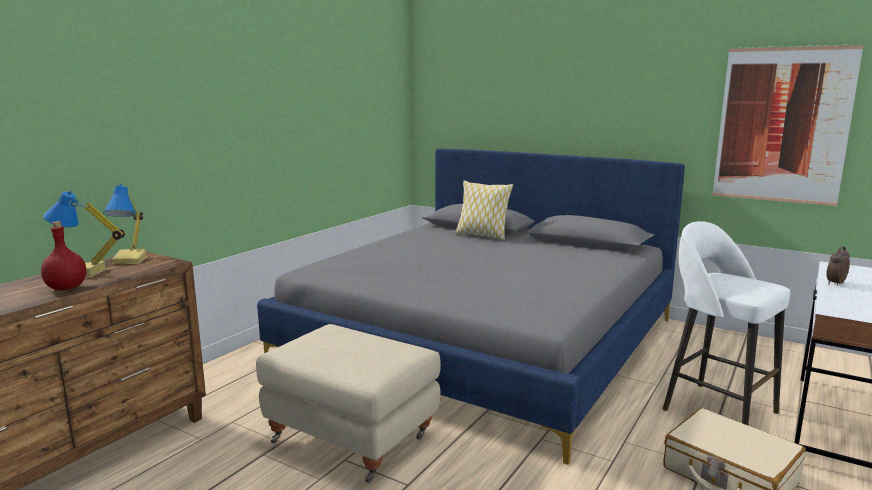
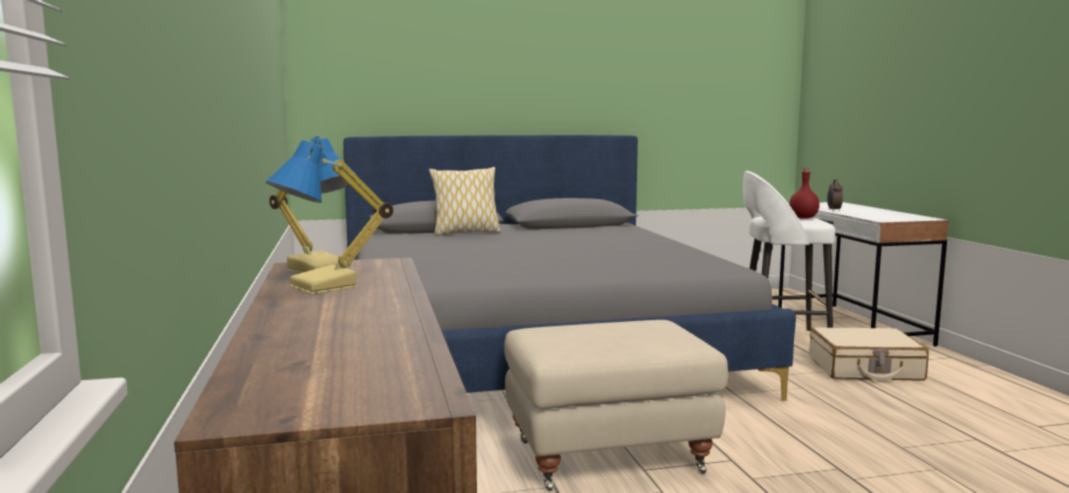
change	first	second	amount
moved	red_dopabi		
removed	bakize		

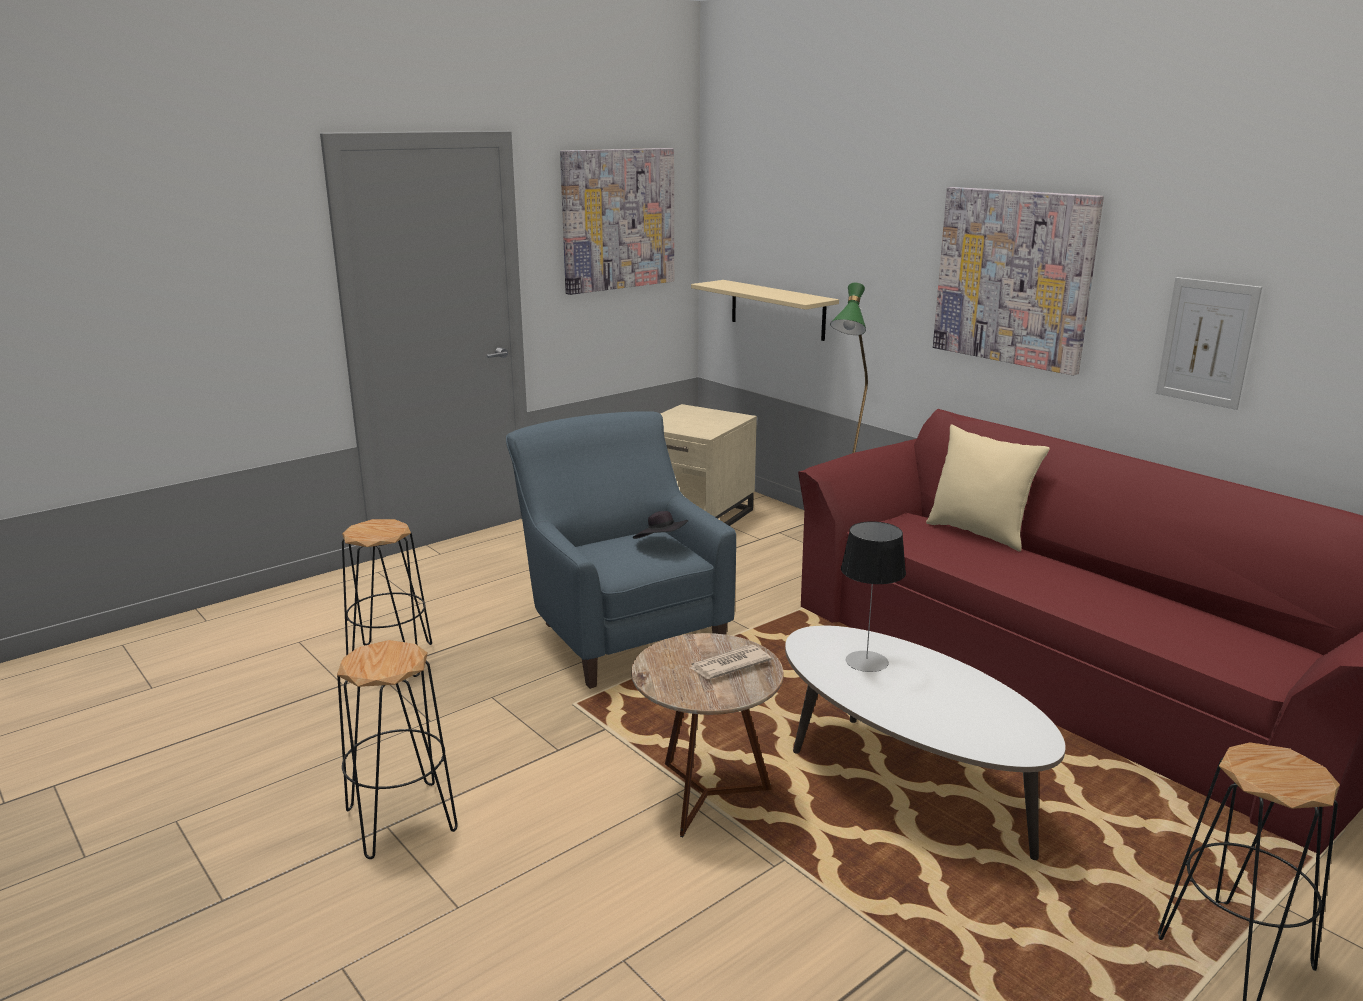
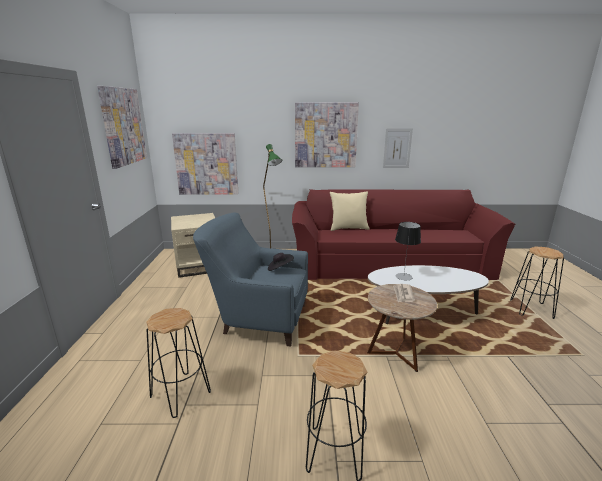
change	first	second	amount
replaced	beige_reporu	bakize (2nd from left)	

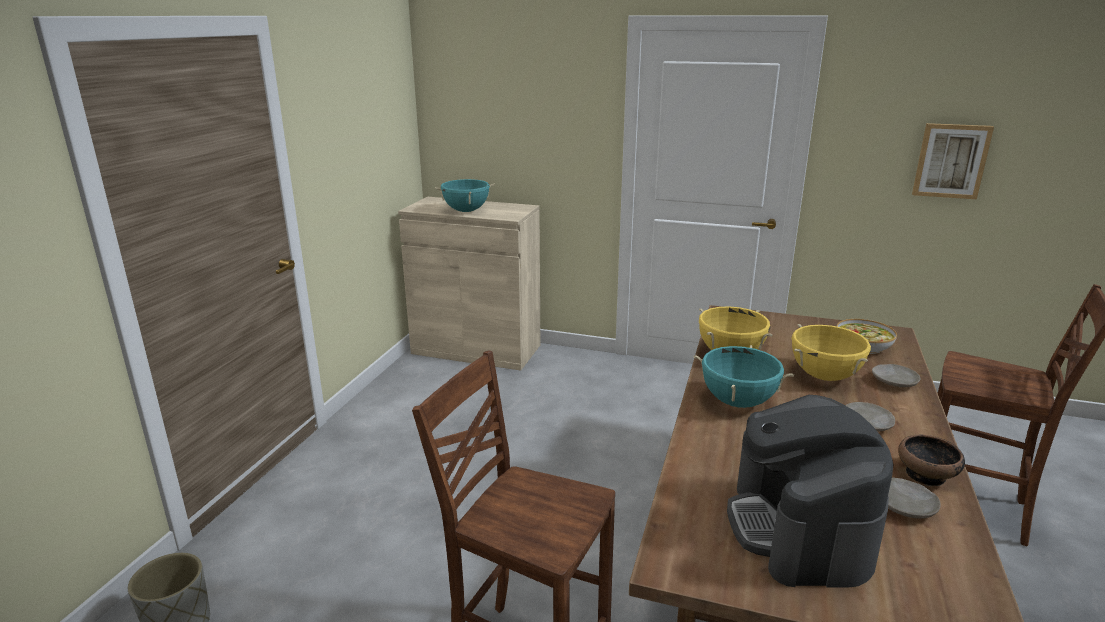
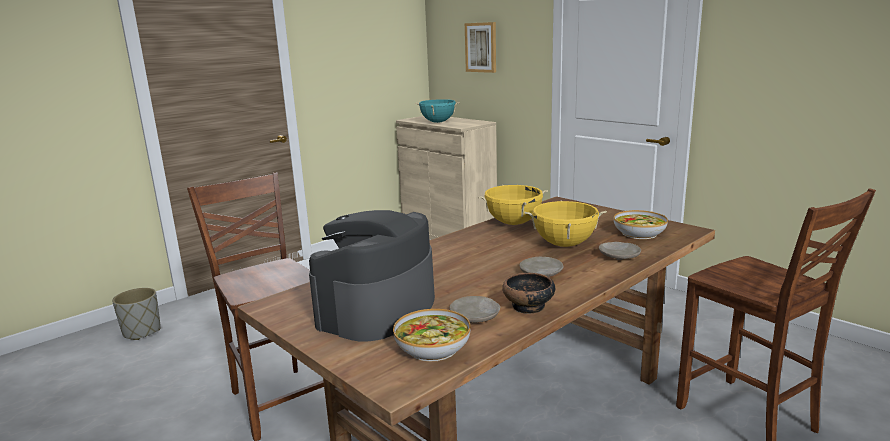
change	first	second	amount
removed	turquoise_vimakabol (2nd from left)		
moved	bakize		
added		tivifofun (1st from left)	

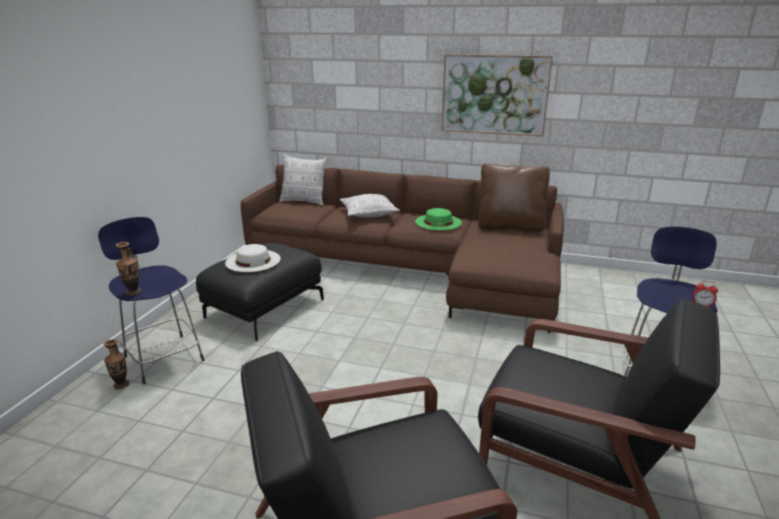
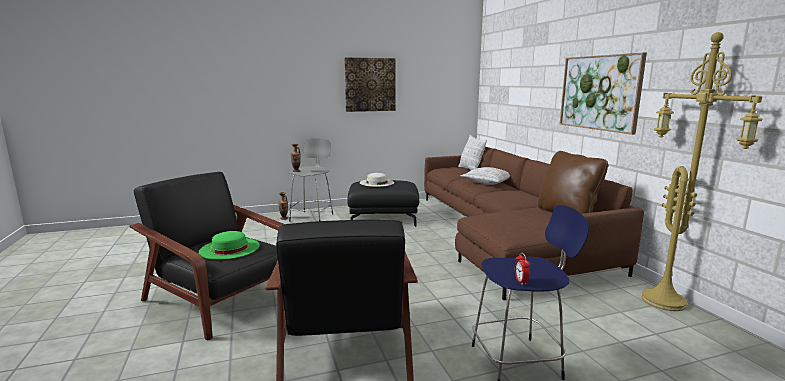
change	first	second	amount
recoloured	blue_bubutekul (1st from left)	grey_bubutekul	
moved	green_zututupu		
added		bakize (1st from left)	
added		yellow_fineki	

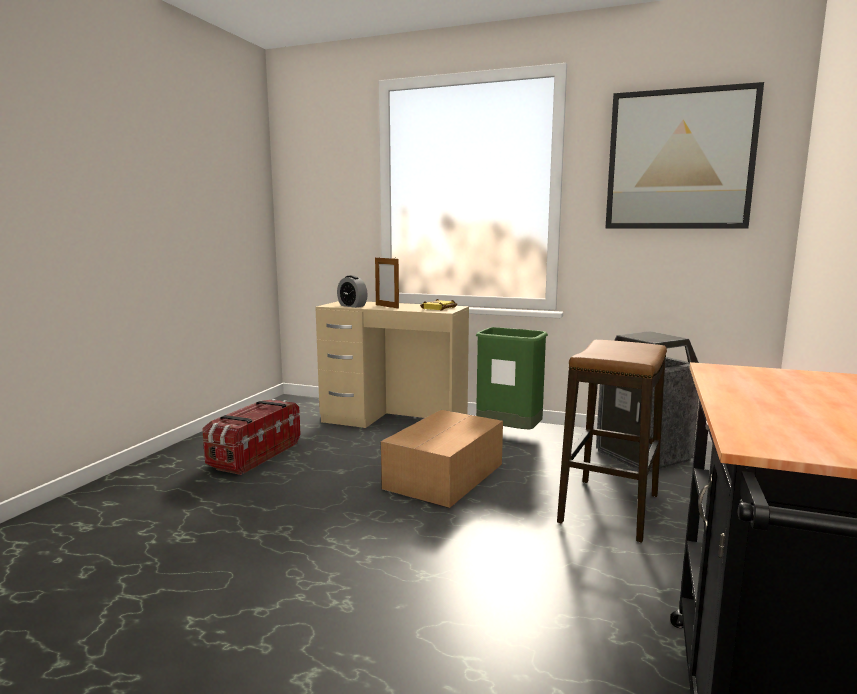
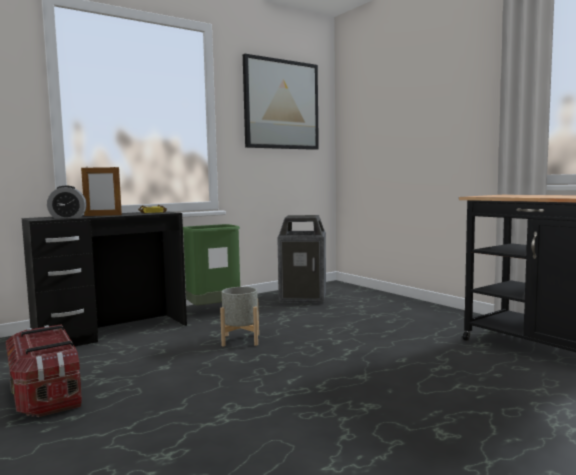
change	first	second	amount
recoloured	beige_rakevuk	black_rakevuk	
replaced	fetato	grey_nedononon	
removed	bubutekul		

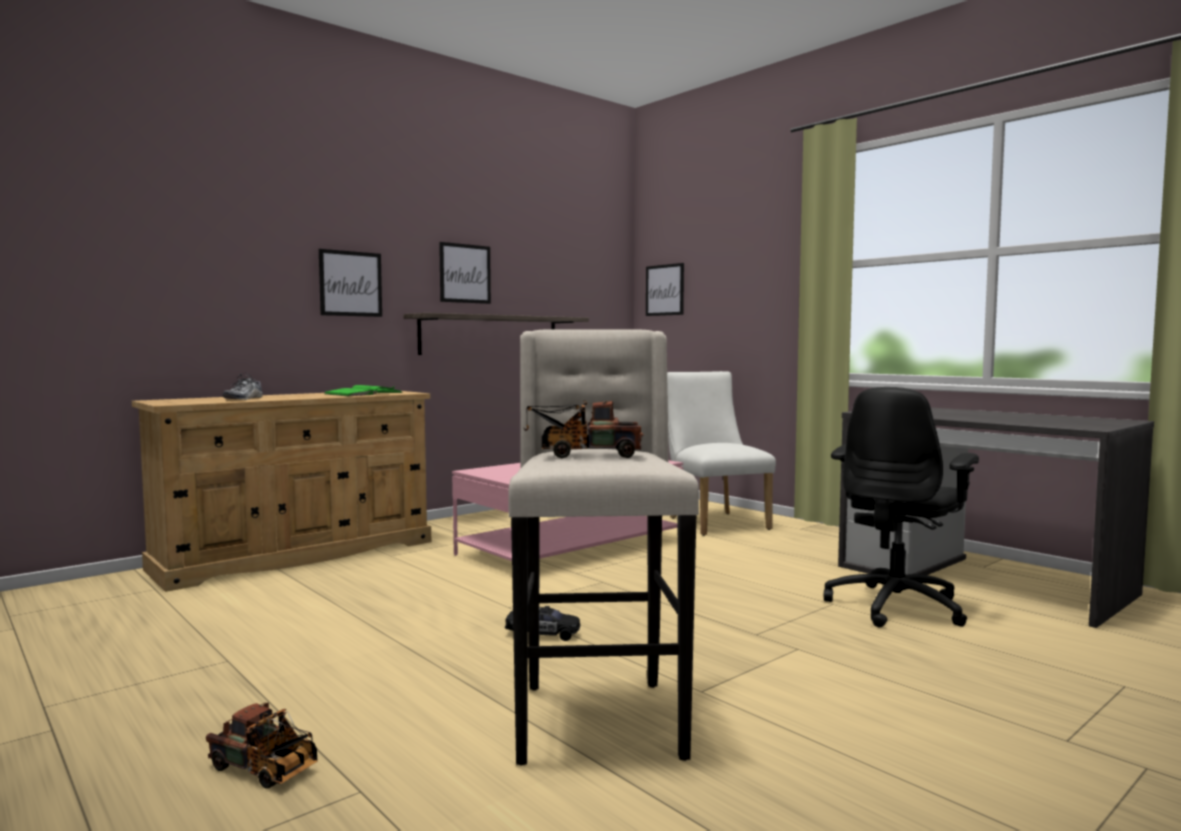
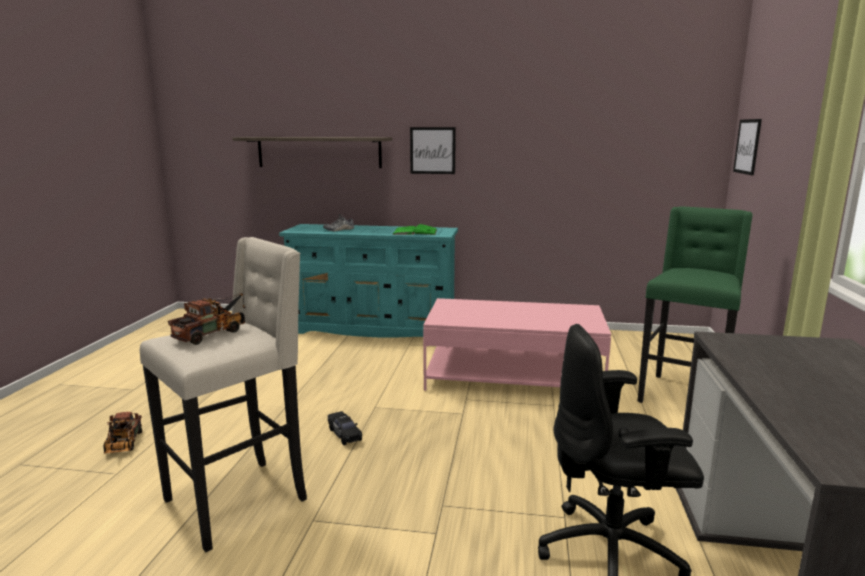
change	first	second	amount
recoloured	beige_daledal	turquoise_daledal	
moved	reporu		
removed	bakize (2nd from left)		
turned	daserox (2nd from left)		75 degrees clockwise
replaced	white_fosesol	green_bubutekul	

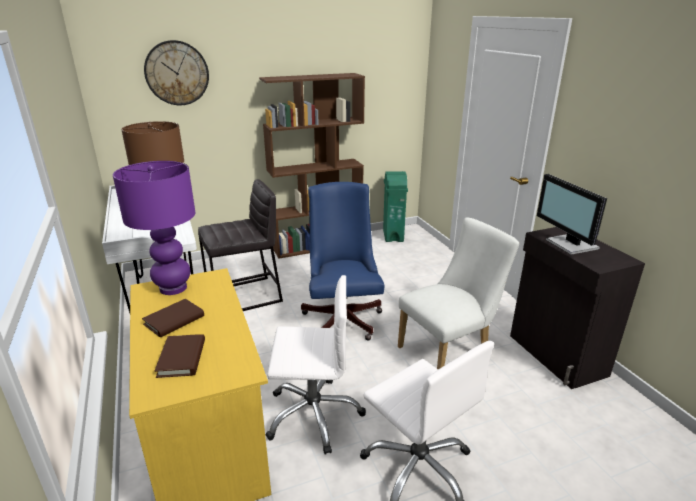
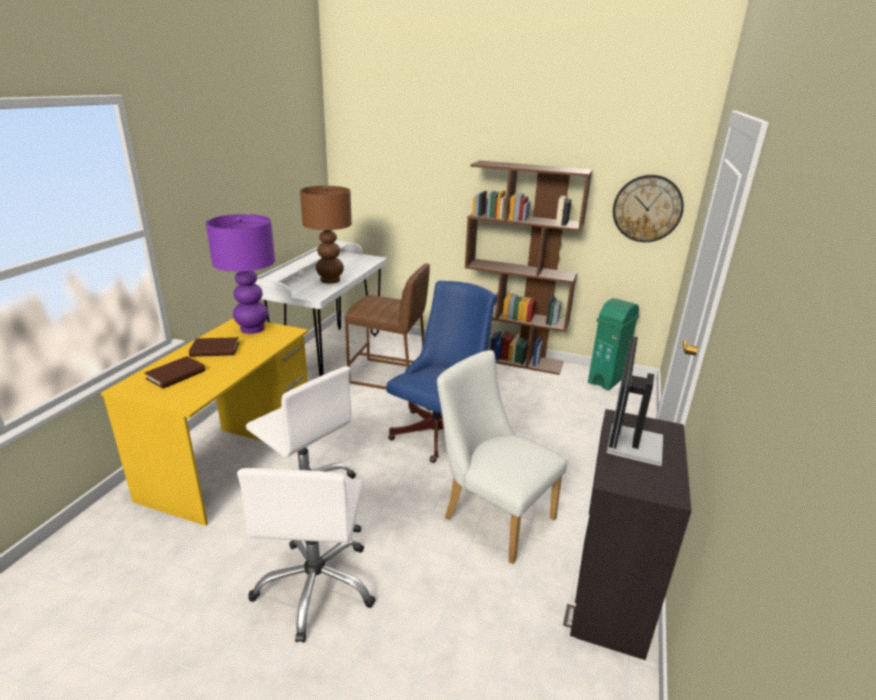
change	first	second	amount
moved	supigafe		
recoloured	grey_bubutekul	brown_bubutekul	
turned	white_fosesol		150 degrees counterclockwise

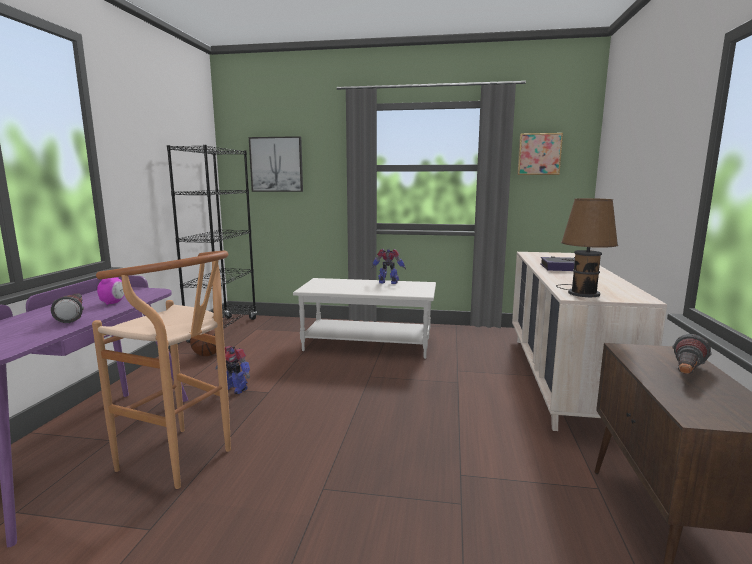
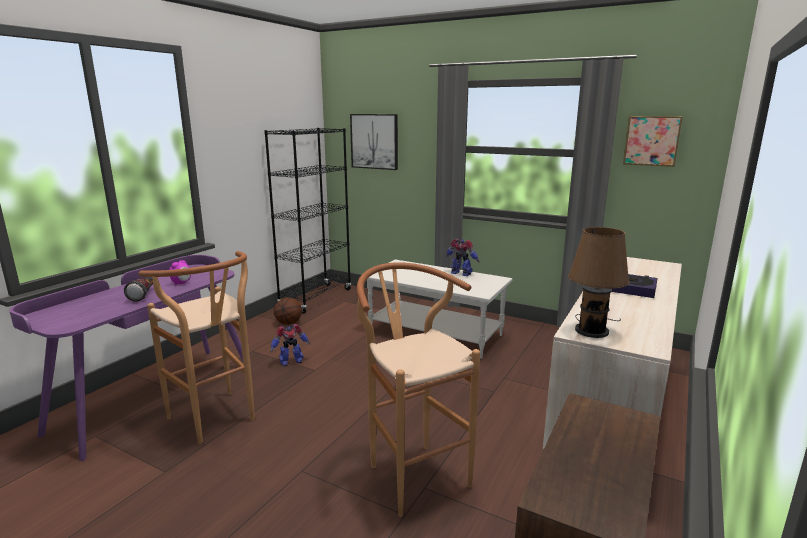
change	first	second	amount
turned	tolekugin (1st from left)		75 degrees counterclockwise
removed	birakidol (2nd from left)		
added		brown_bubutekul (2nd from left)	

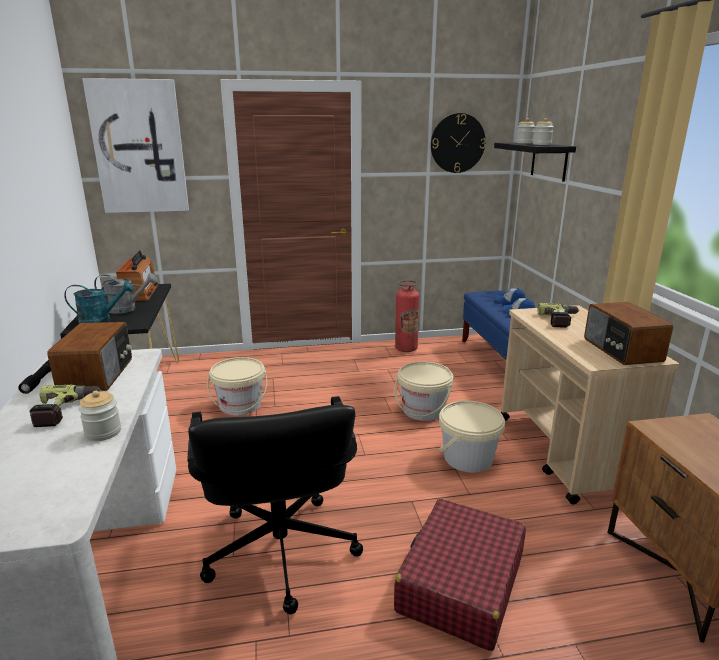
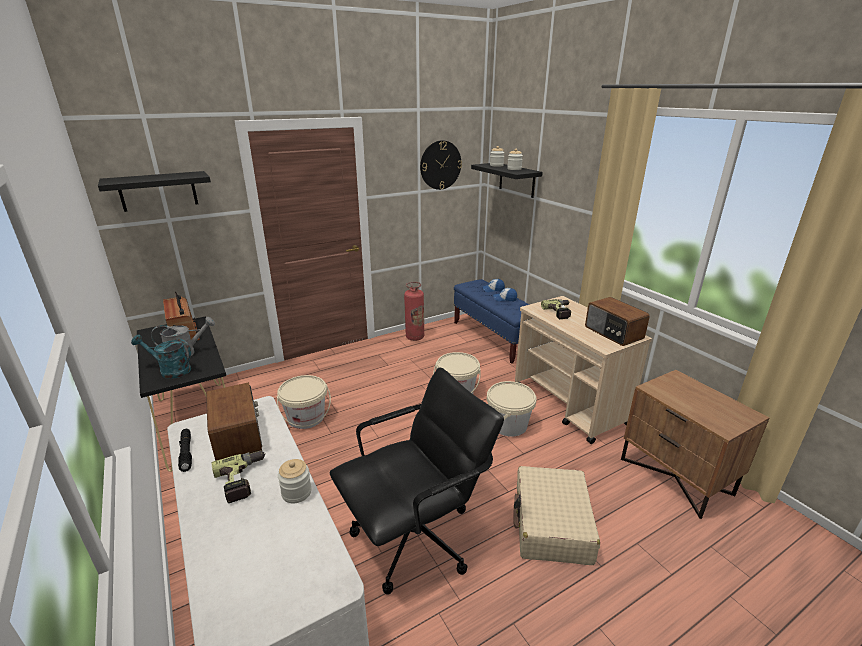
change	first	second	amount
turned	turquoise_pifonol		135 degrees counterclockwise
replaced	bakize	black_reporu (1st from left)	
turned	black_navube		90 degrees counterclockwise
recoloured	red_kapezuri	beige_kapezuri	

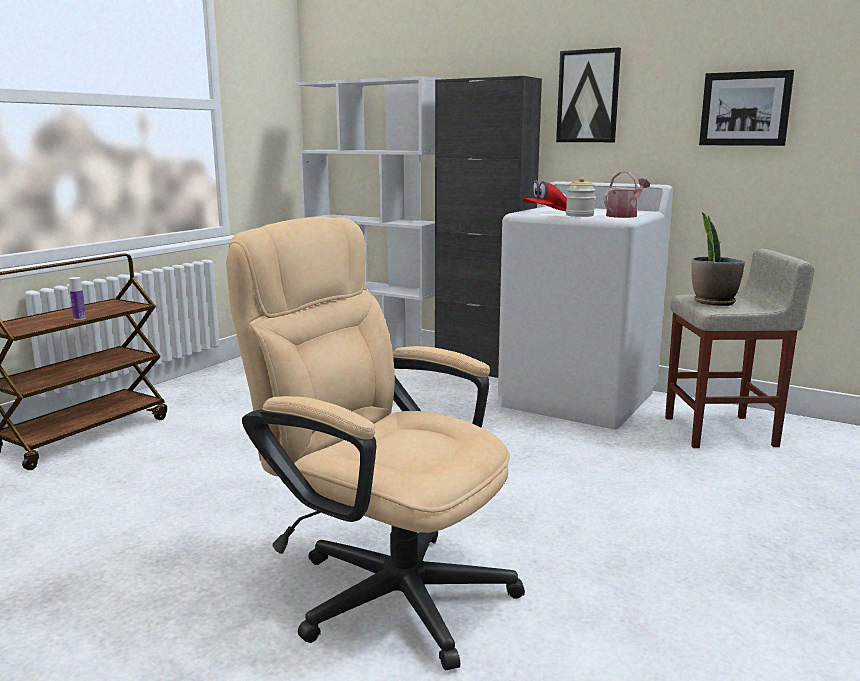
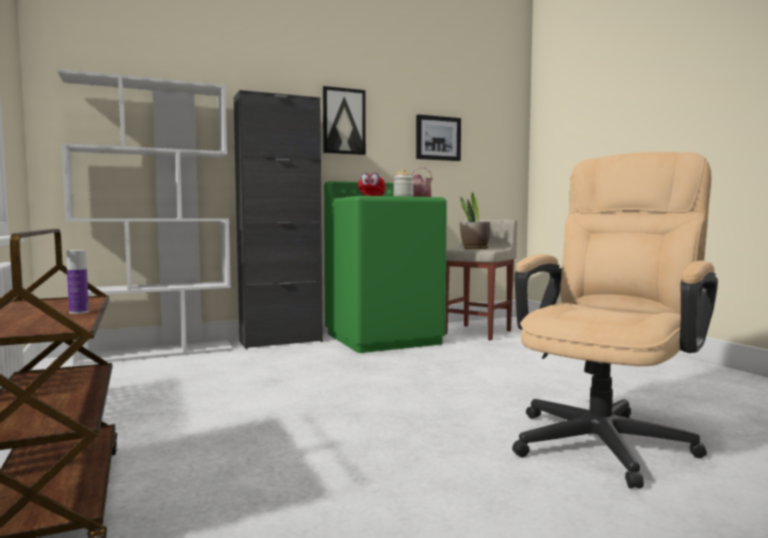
change	first	second	amount
turned	beige_navube		150 degrees clockwise
recoloured	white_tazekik	green_tazekik	

